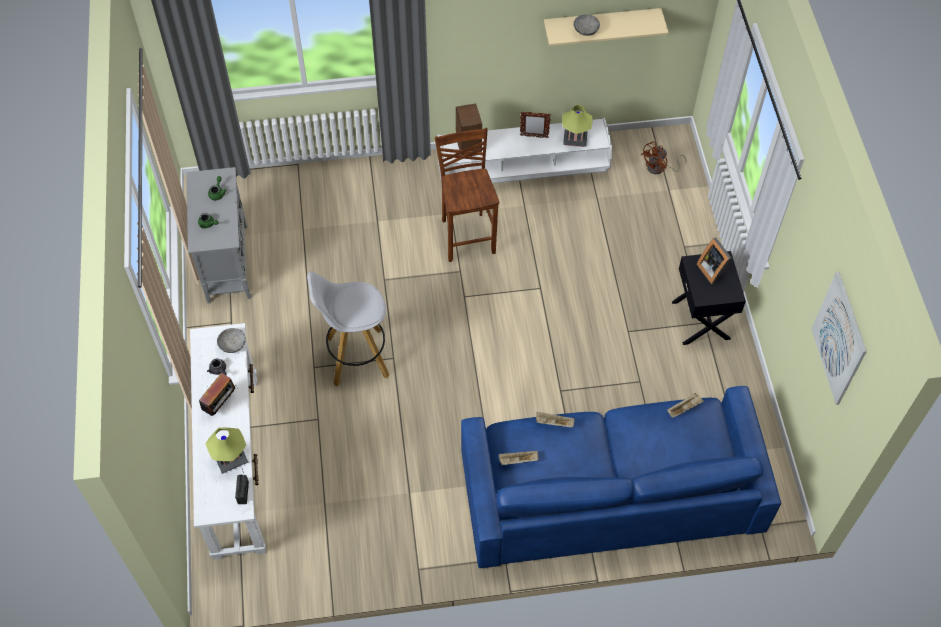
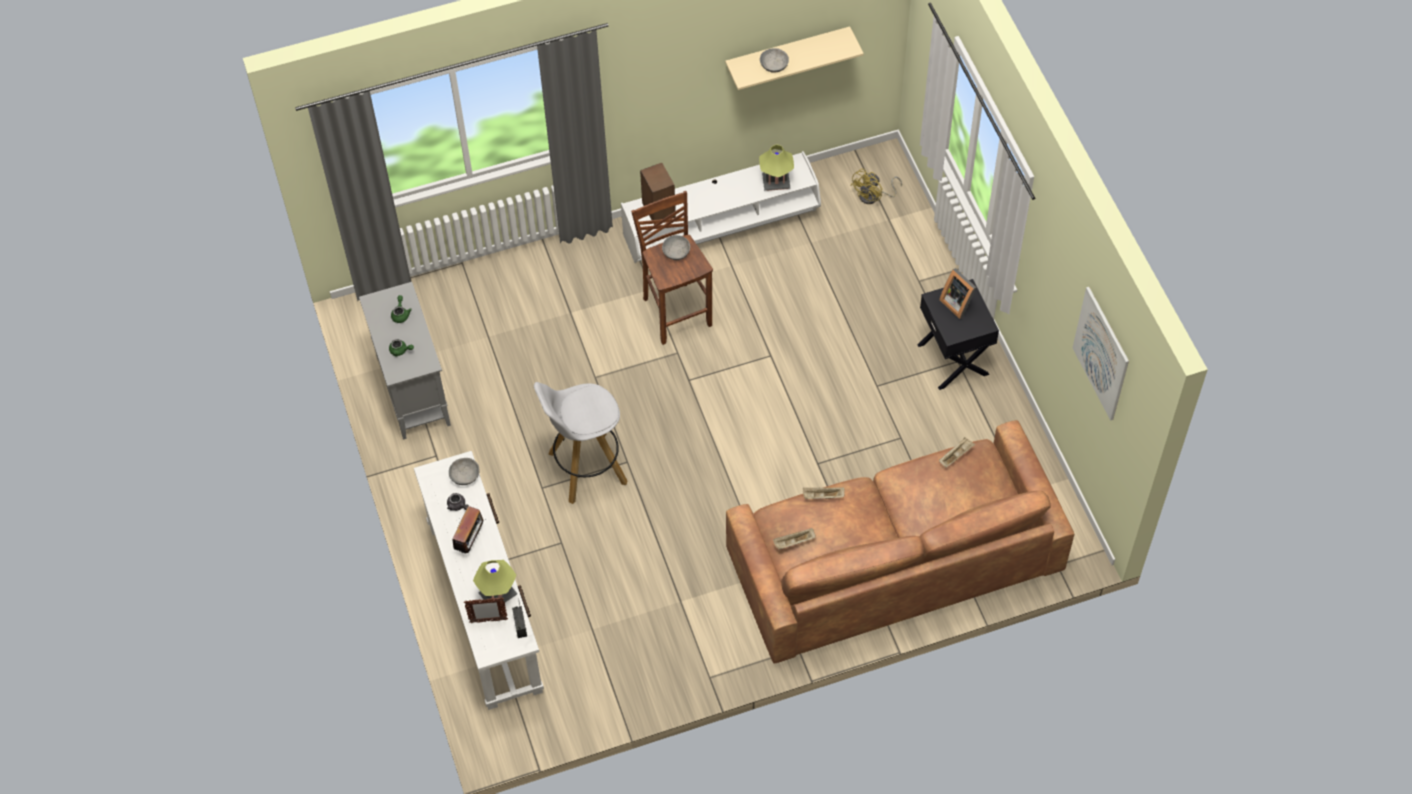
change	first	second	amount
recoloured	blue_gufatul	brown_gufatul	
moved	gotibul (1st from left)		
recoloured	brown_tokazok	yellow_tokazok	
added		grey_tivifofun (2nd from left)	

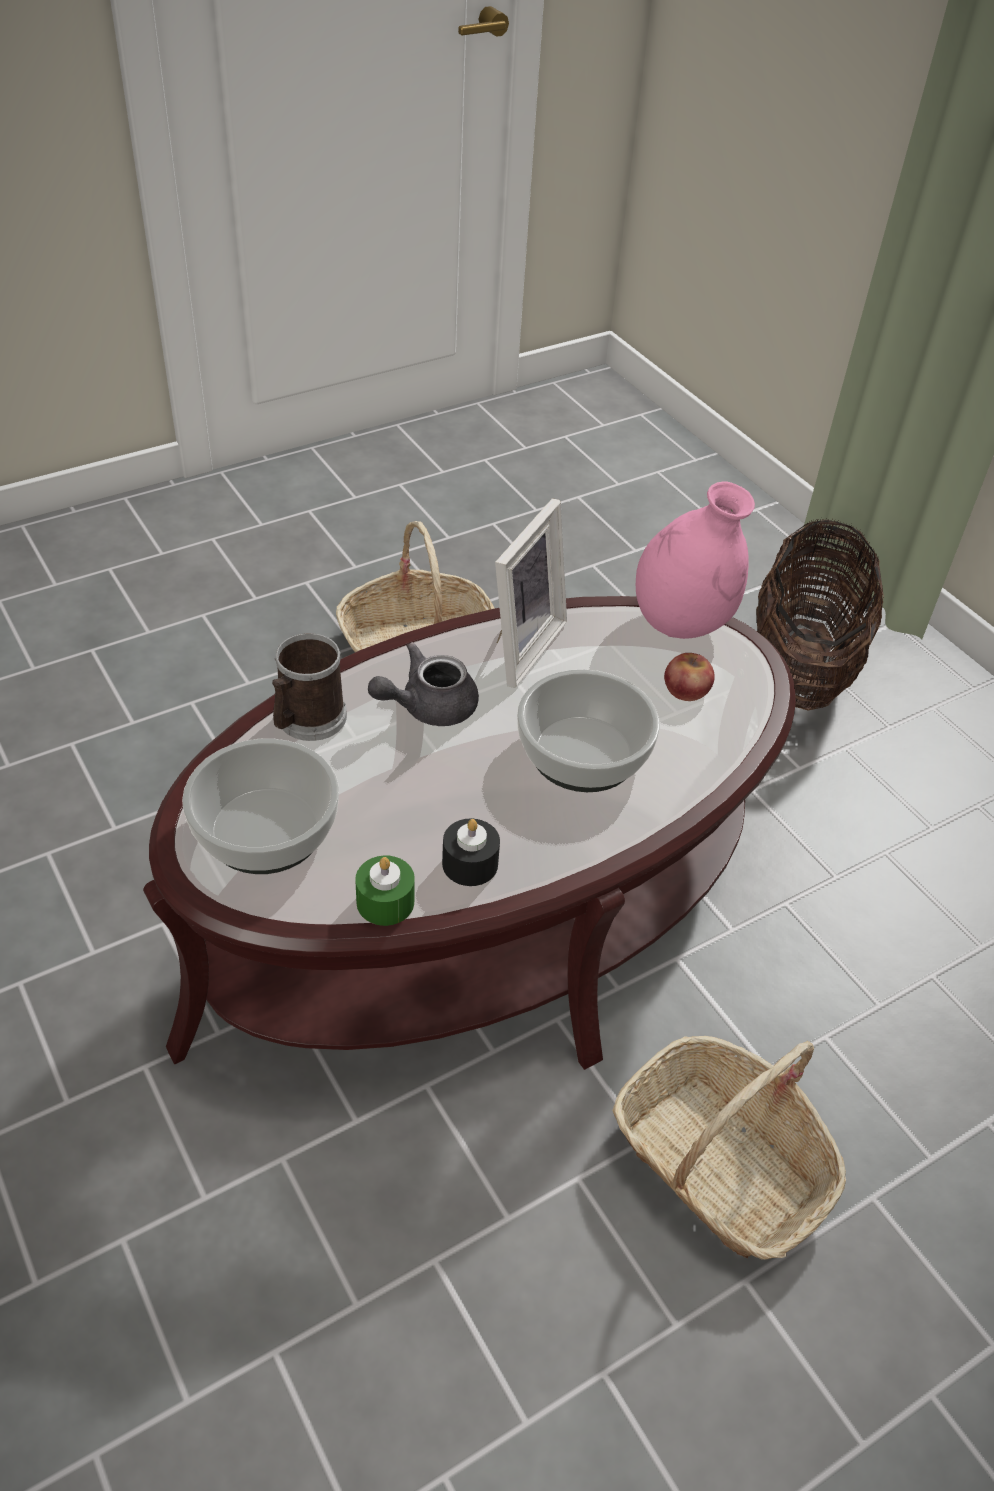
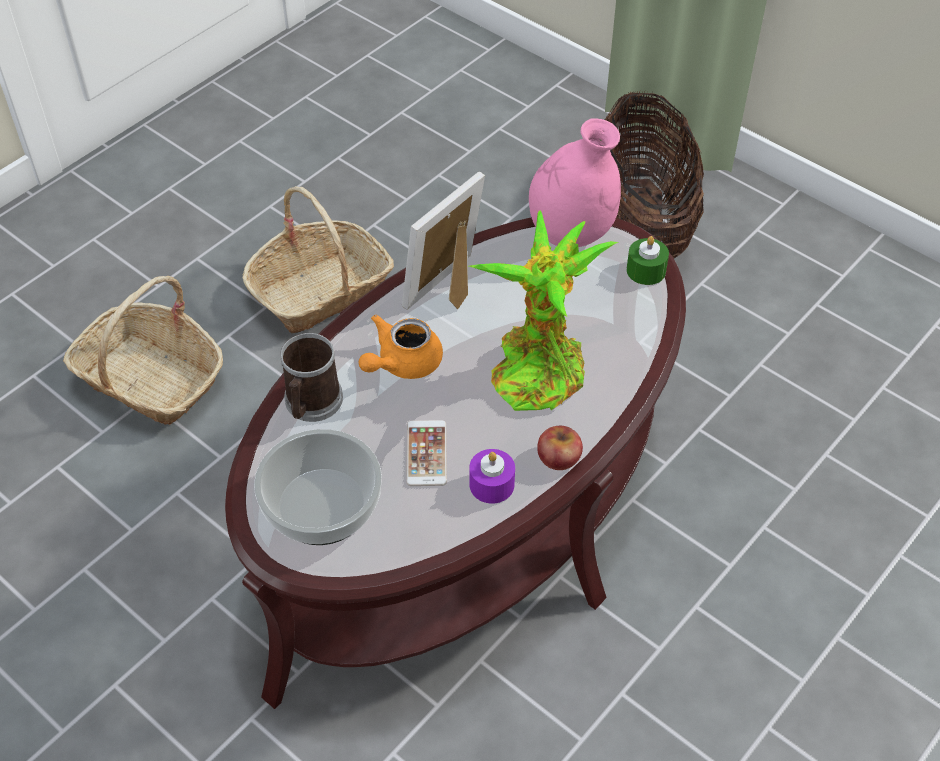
change	first	second	amount
moved	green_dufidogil		
recoloured	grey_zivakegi	orange_zivakegi	
recoloured	black_dufidogil	purple_dufidogil	
turned	gotibul		150 degrees counterclockwise
replaced	tivifofun (2nd from left)	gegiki	
moved	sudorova (2nd from left in the first image)	sudorova (1st from left)	
moved	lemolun		
added		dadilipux	

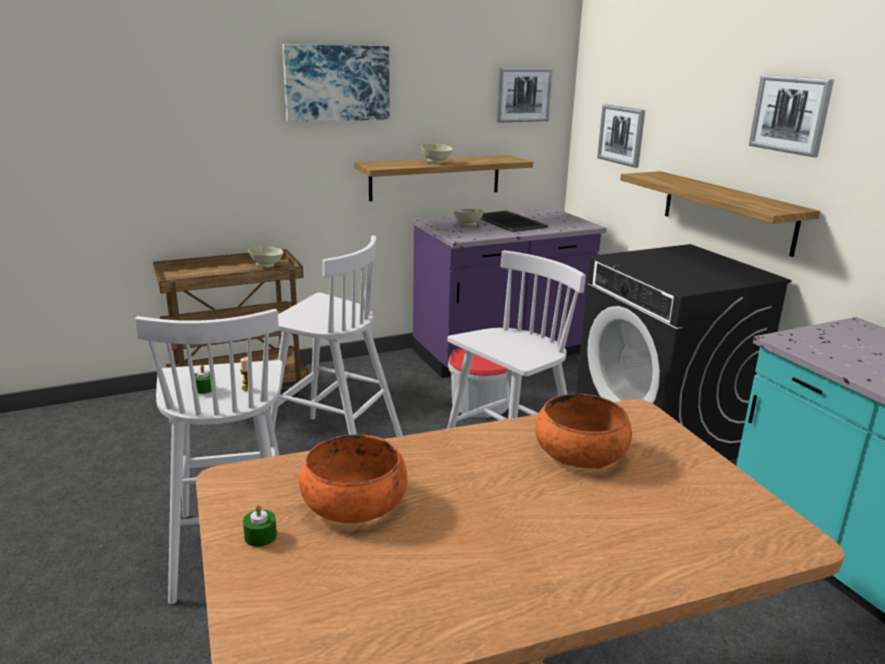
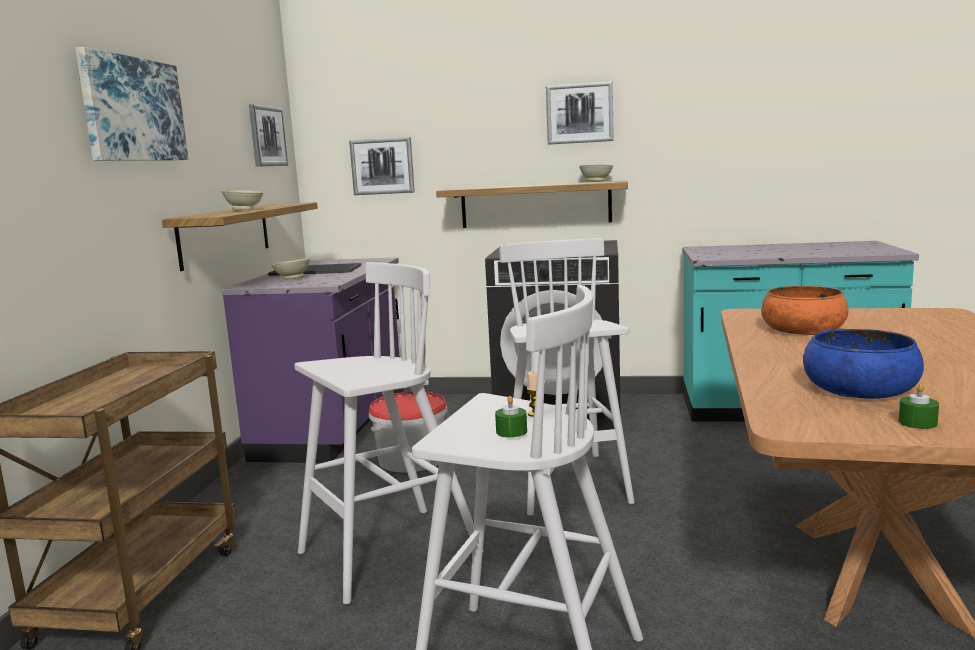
change	first	second	amount
moved	beige_tivifofun (1st from left in the first image)	beige_tivifofun (3rd from left)	
recoloured	orange_tivifofun (1st from left)	blue_tivifofun	

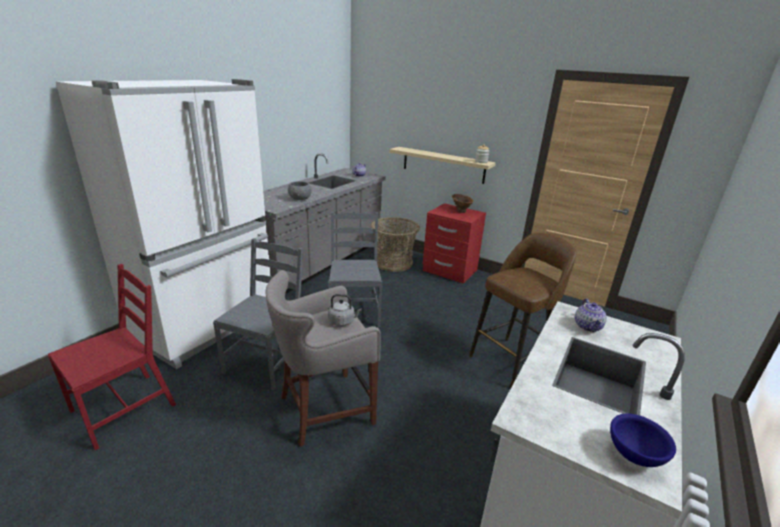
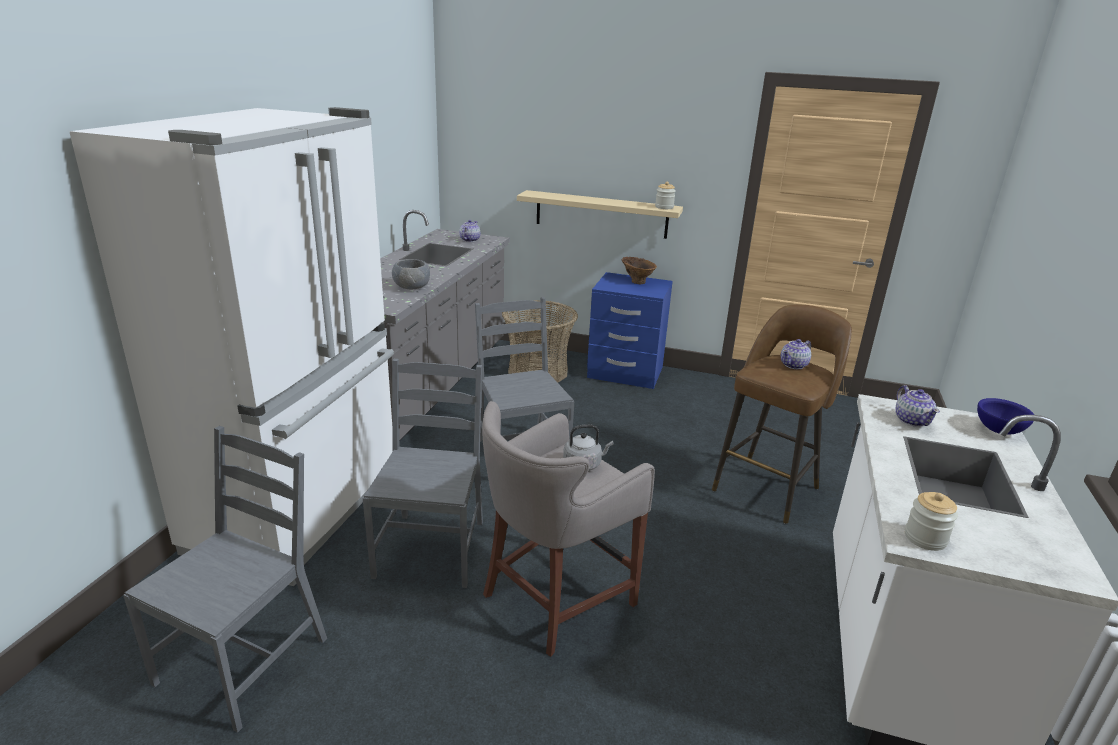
change	first	second	amount
recoloured	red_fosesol	grey_fosesol (1st from left)	
recoloured	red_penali	blue_penali	
moved	blue_tivifofun		
added		zivakegi (2nd from left)	
added		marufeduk (2nd from left)	

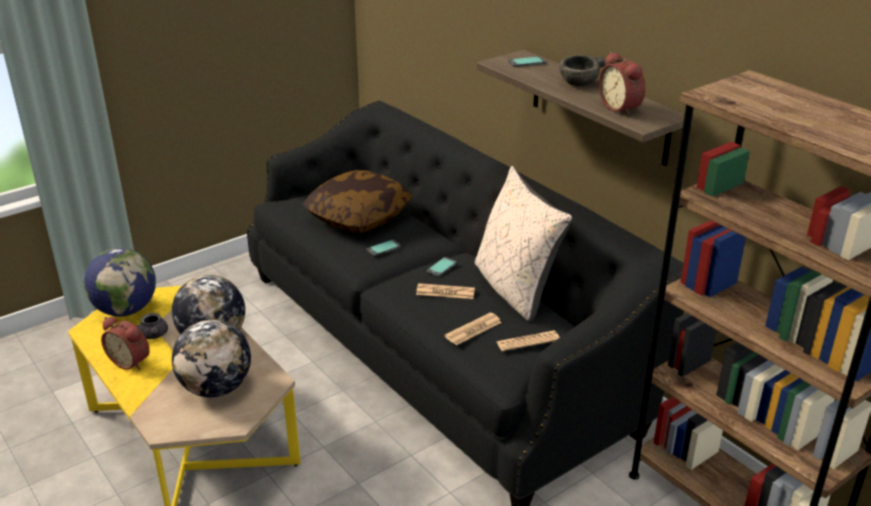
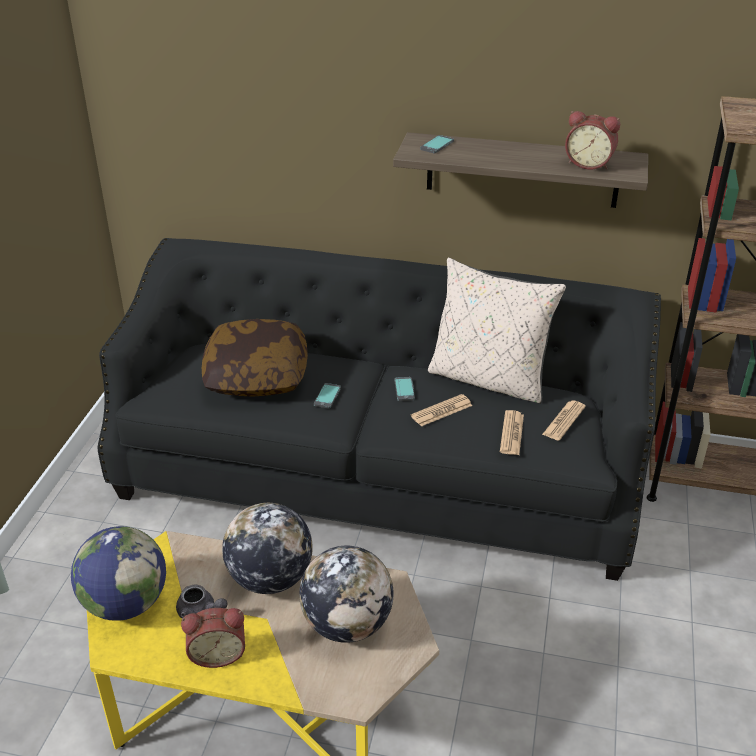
change	first	second	amount
removed	grey_tivifofun		

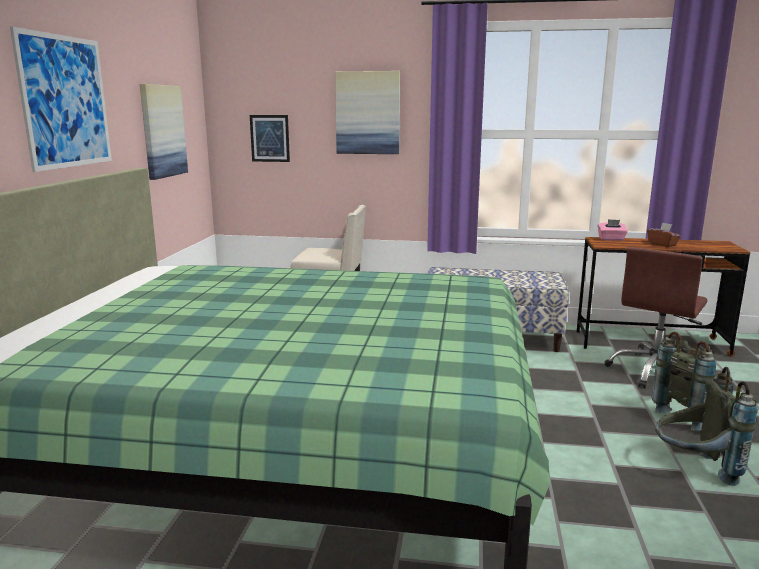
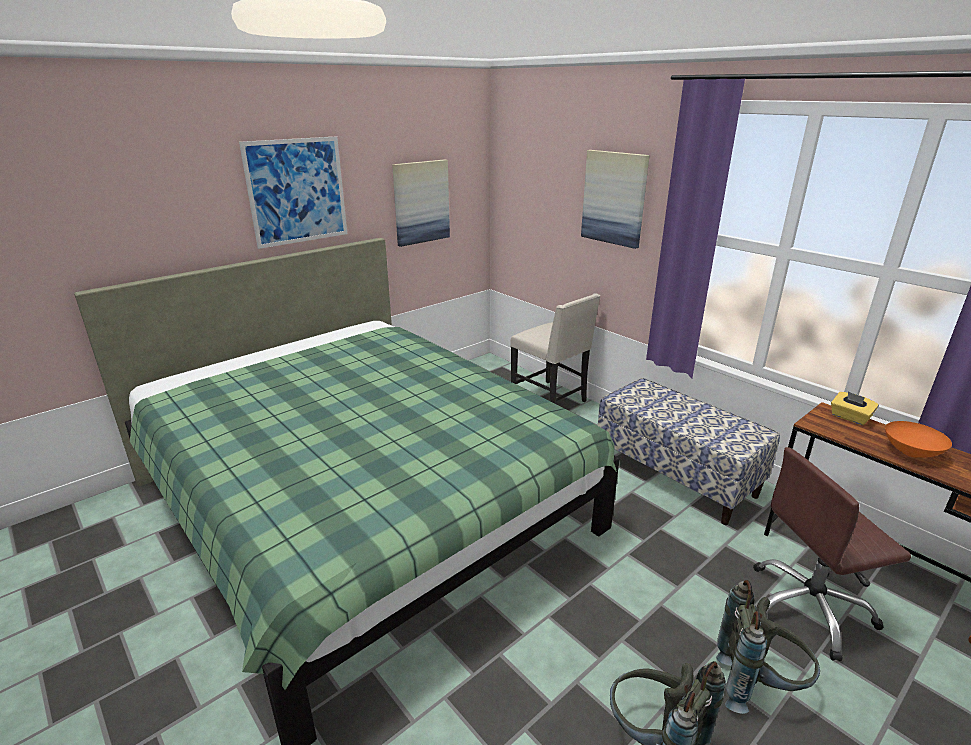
change	first	second	amount
removed	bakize (3rd from left)		
recoloured	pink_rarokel	yellow_rarokel	
replaced	brown_rarokel	orange_tivifofun	

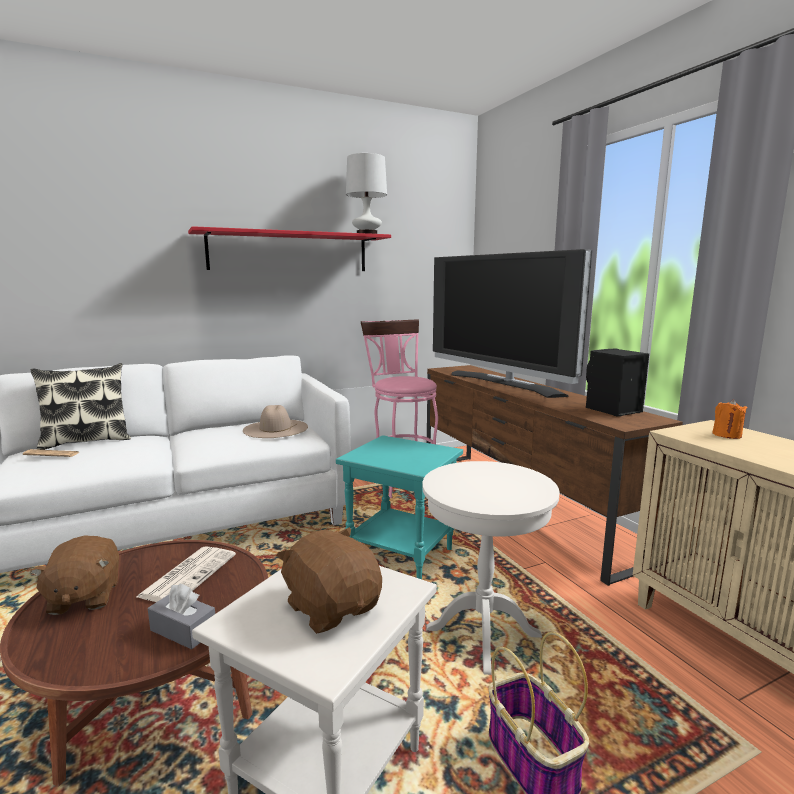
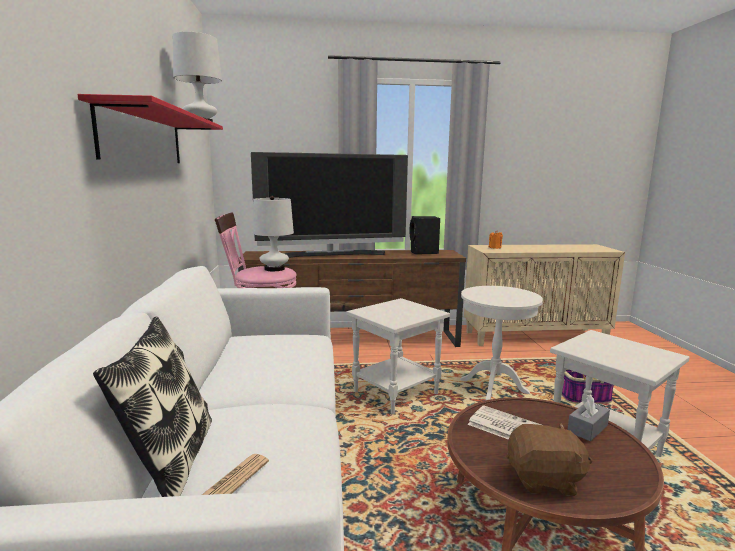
change	first	second	amount
removed	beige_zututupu		
removed	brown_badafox (2nd from left)		
recoloured	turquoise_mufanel	white_mufanel (1st from left)	
added		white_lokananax (2nd from left)	

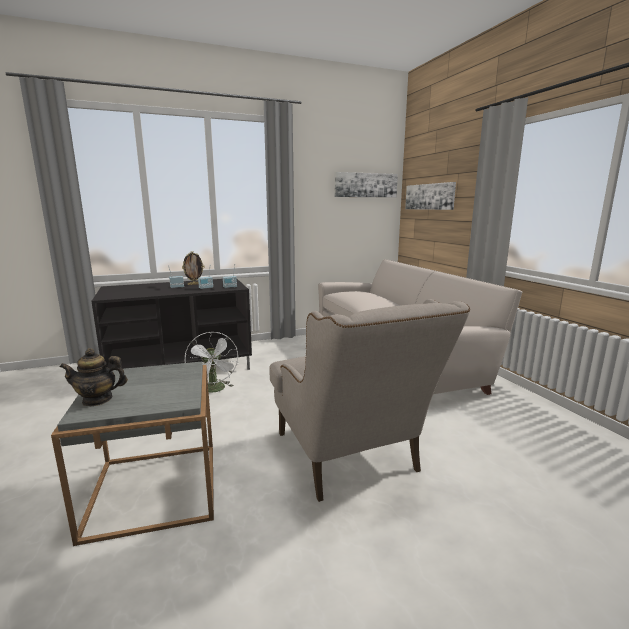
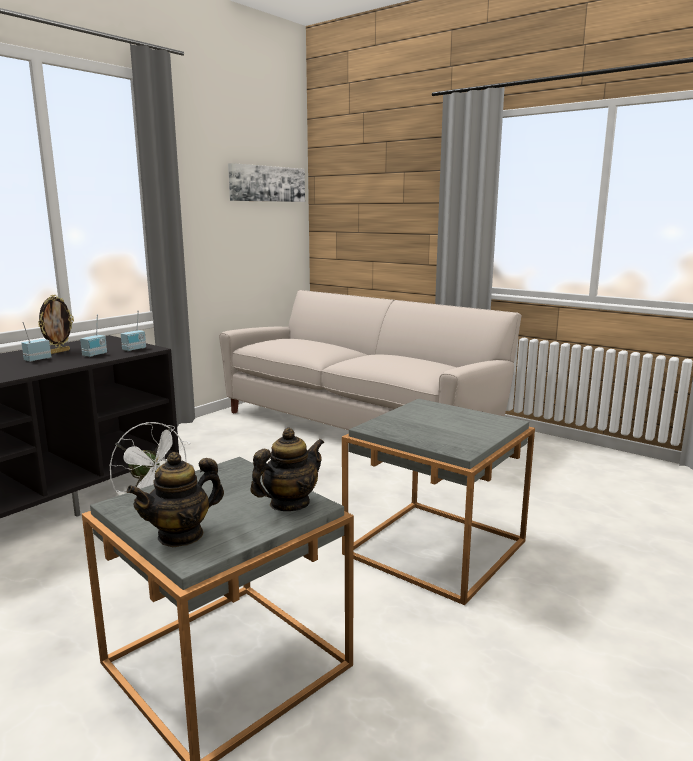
change	first	second	amount
replaced	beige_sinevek	grey_mufanel (2nd from left)	
removed	bakize (2nd from left)		
added		zivakegi (2nd from left)	

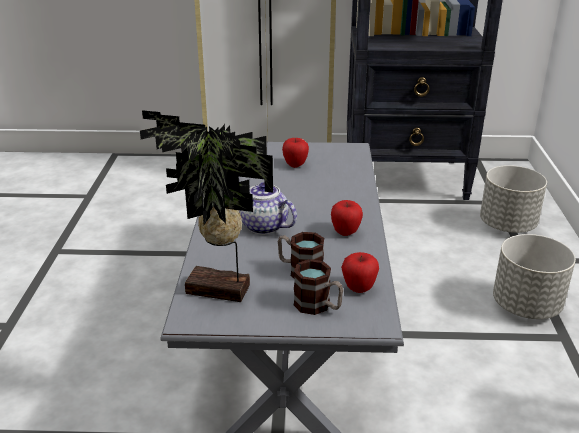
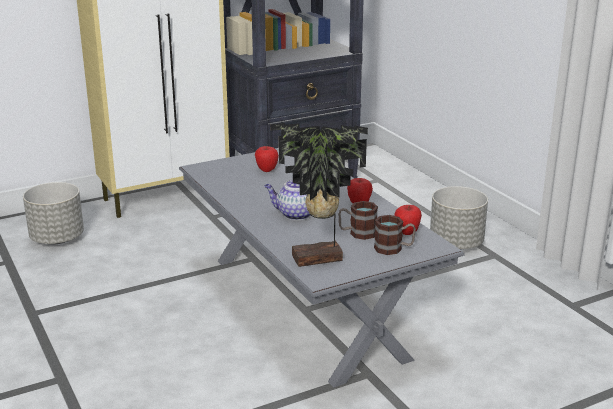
change	first	second	amount
moved	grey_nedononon (1st from left)		

